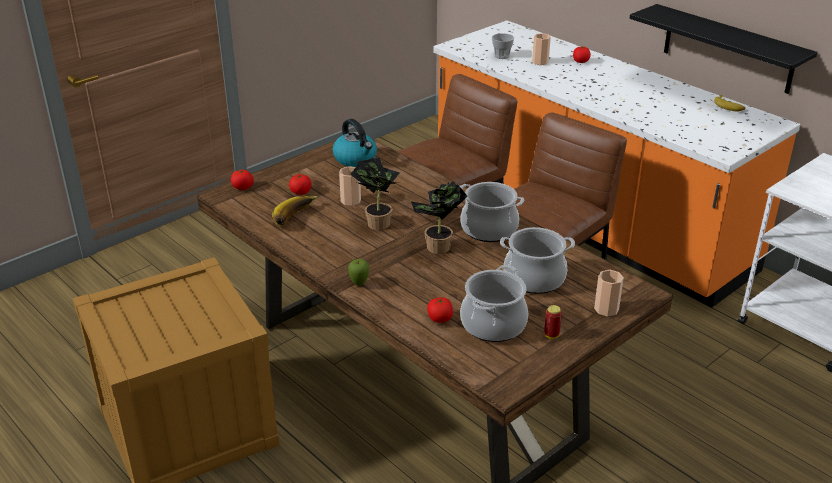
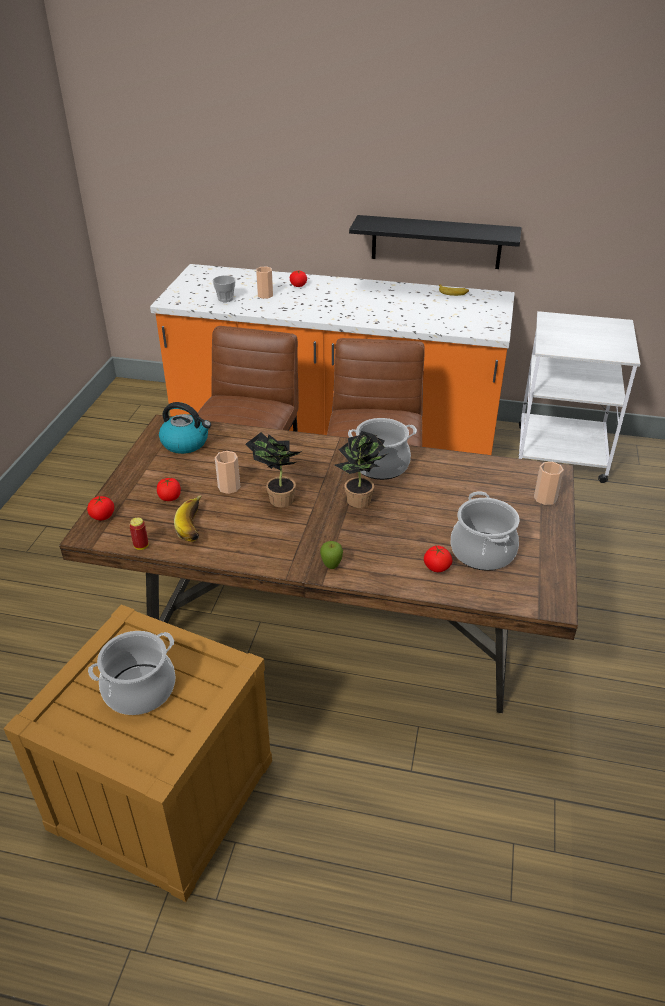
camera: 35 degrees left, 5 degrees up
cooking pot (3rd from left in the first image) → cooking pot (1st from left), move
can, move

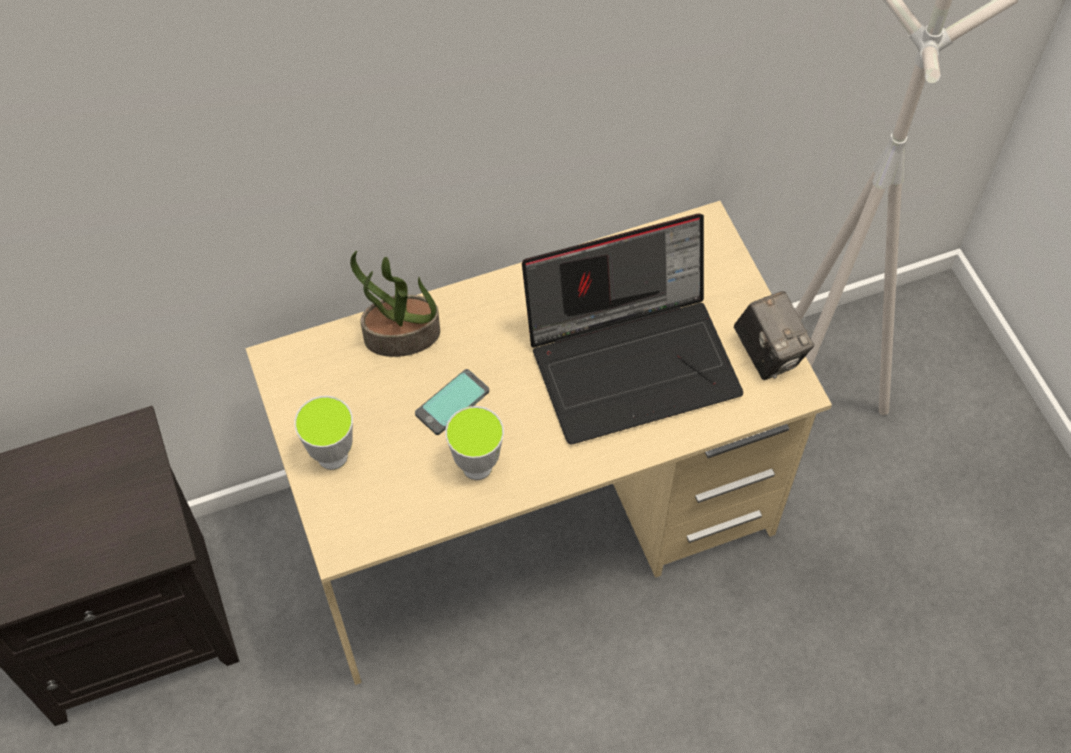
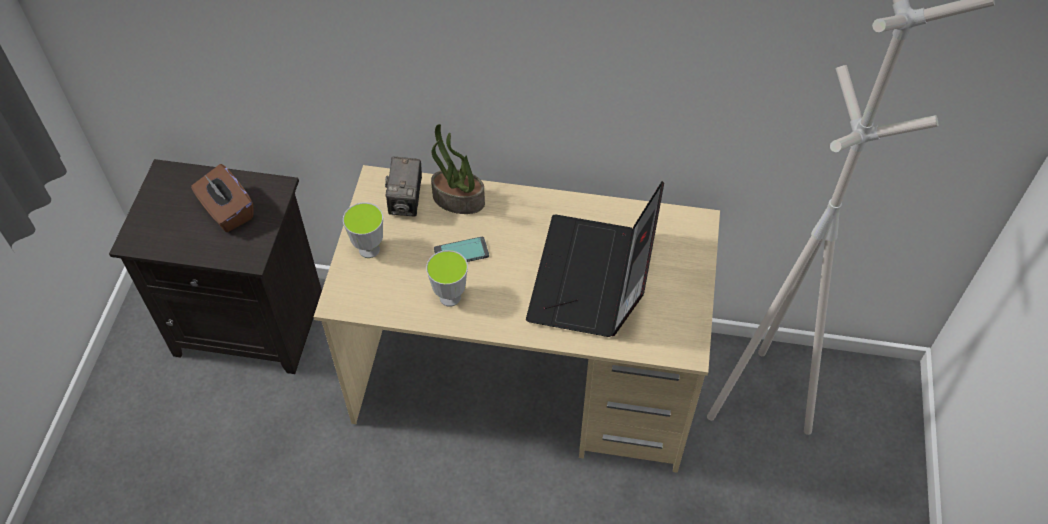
camera: 30 degrees right, 5 degrees down
- → brown tissue box
photo camera, move
laptop, 90 degrees clockwise

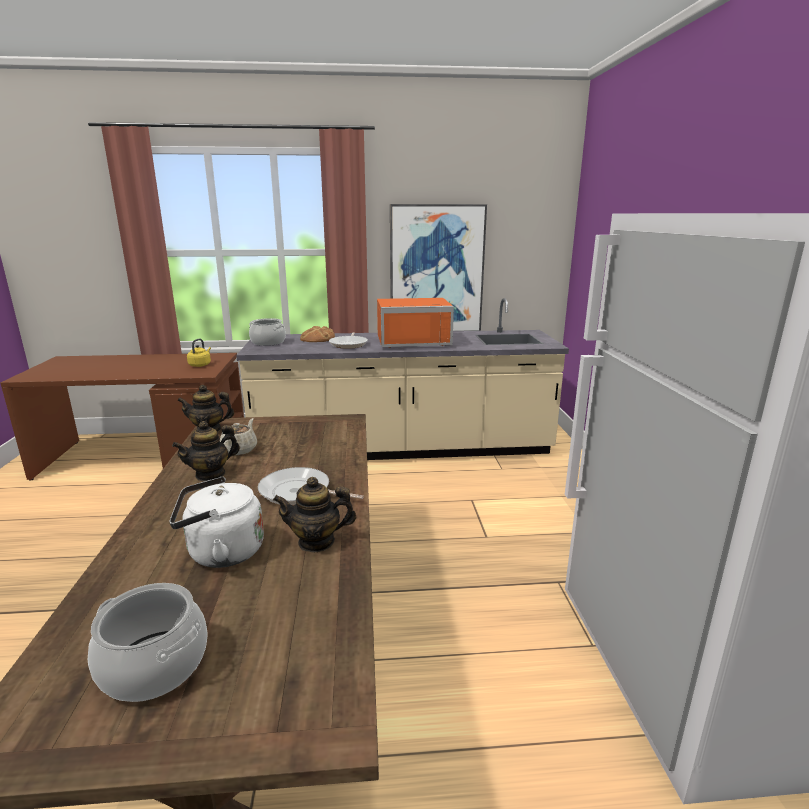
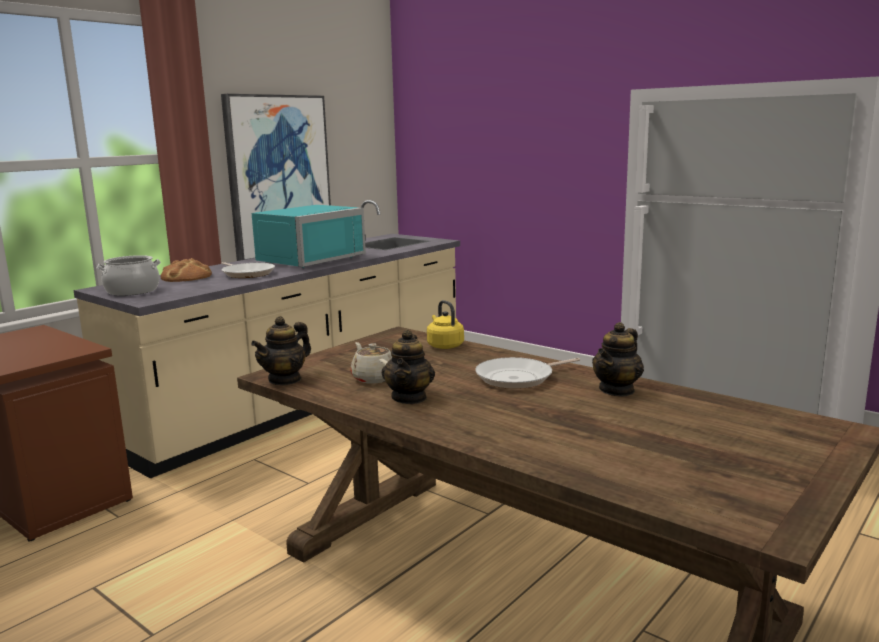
camera: 45 degrees left, 5 degrees down
cooking pot (1st from left) → -
white kettle → -
yellow kettle, move
orange microwave → turquoise microwave

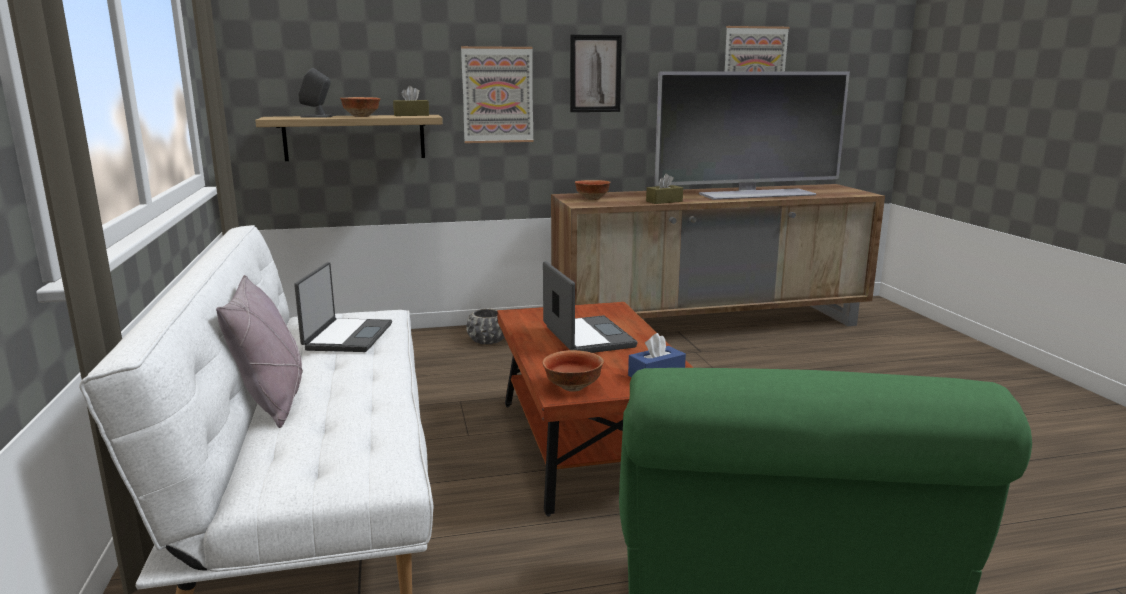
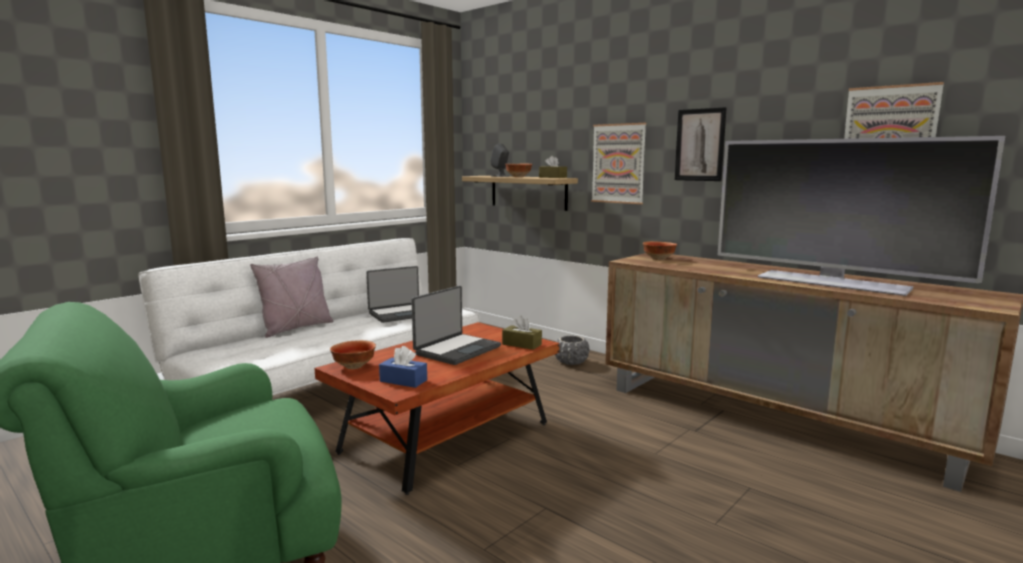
camera: 55 degrees right, 5 degrees down
brown tissue box (2nd from left in the first image) → brown tissue box (1st from left), move

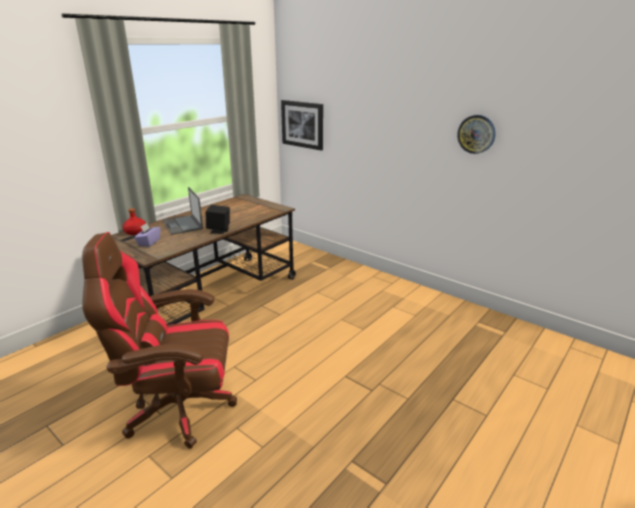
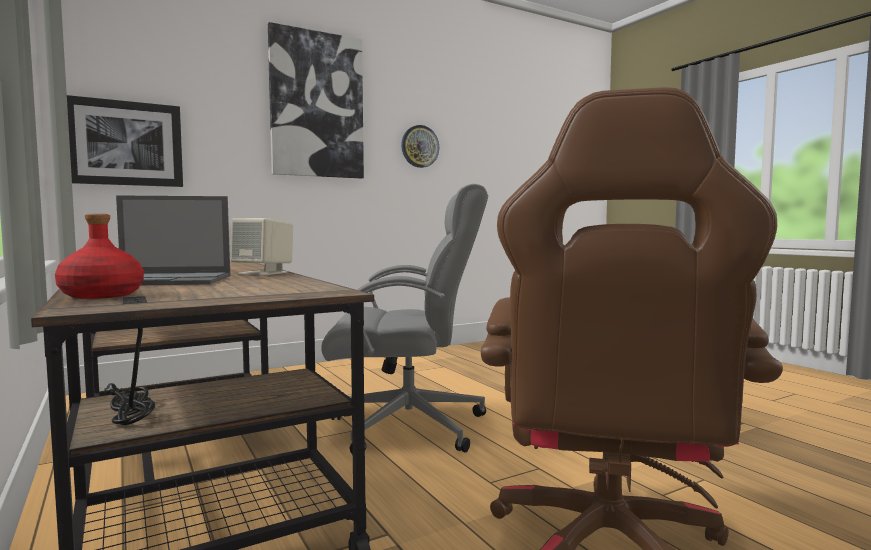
camera: 70 degrees left, 20 degrees down
purple tissue box → -
- → picture (2nd from left)
- → grey office chair
black speaker → beige speaker

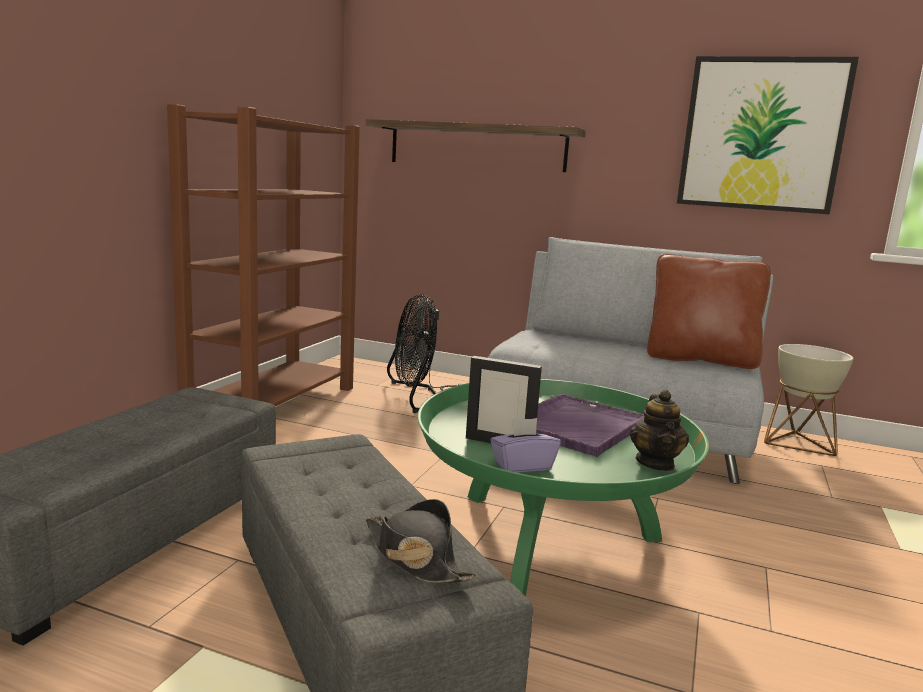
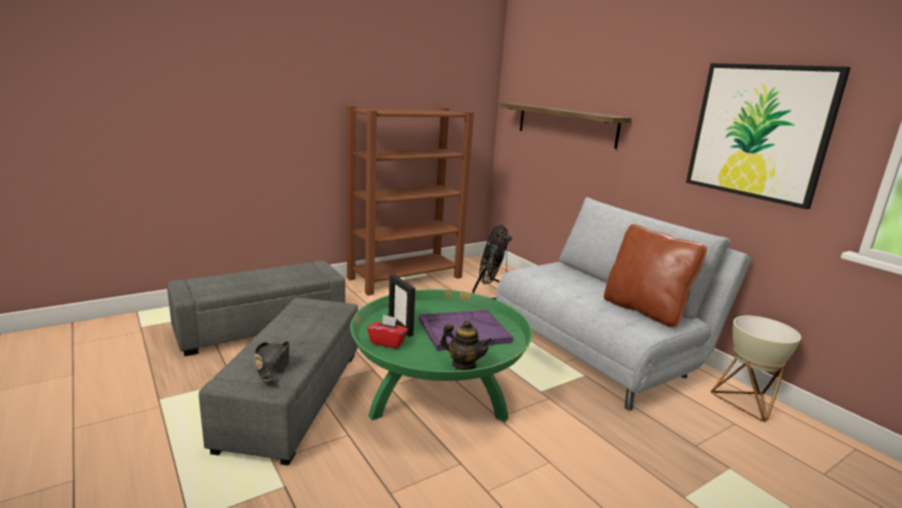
camera: 35 degrees right, 5 degrees up
purple tissue box → red tissue box
teapot, 105 degrees counterclockwise

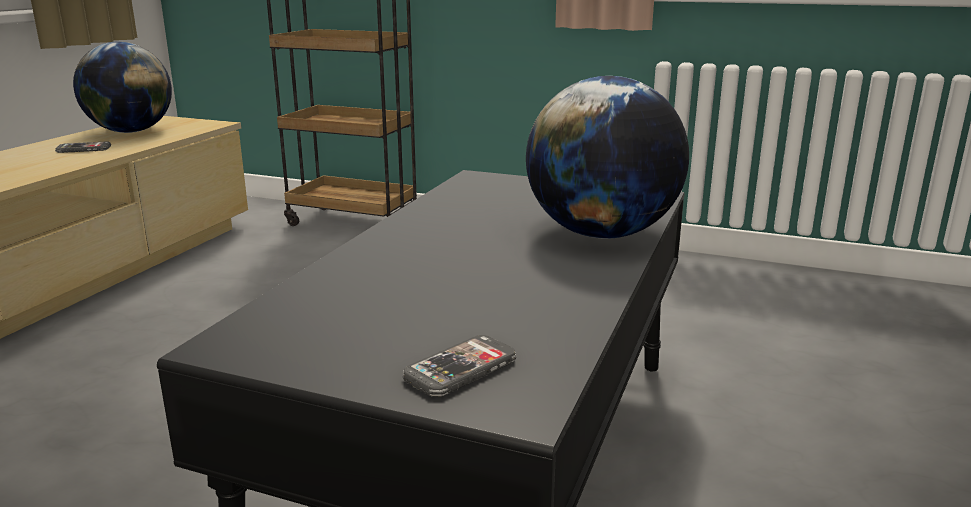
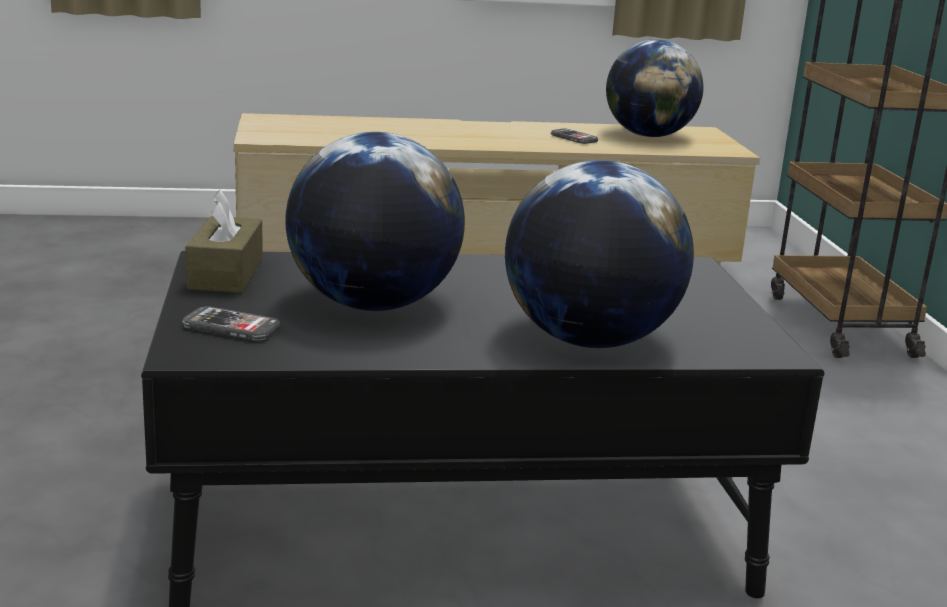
camera: 60 degrees right, 0 degrees up
- → brown tissue box
- → globe (1st from left)

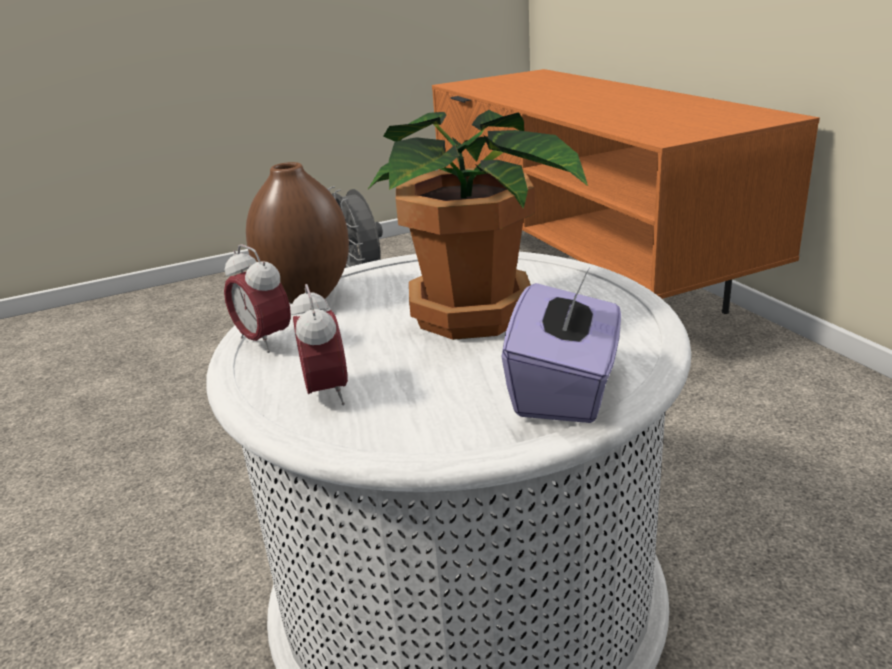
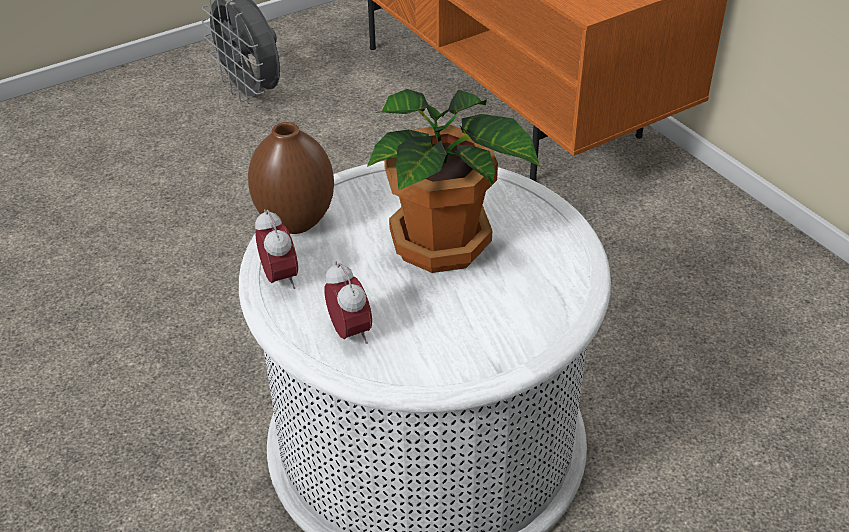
camera: 10 degrees left, 15 degrees up
purple tissue box → -
alarm clock (1st from left), 150 degrees counterclockwise

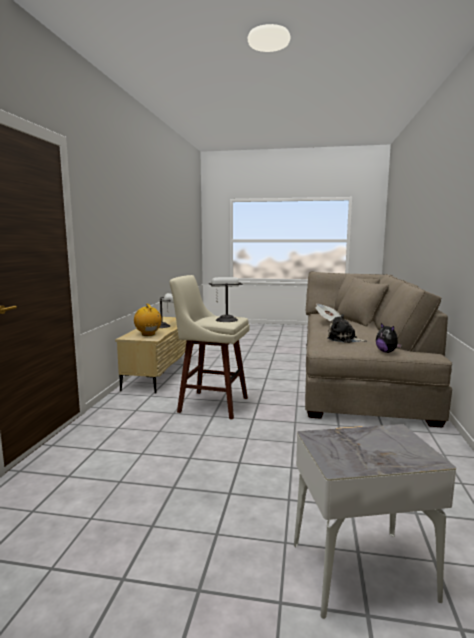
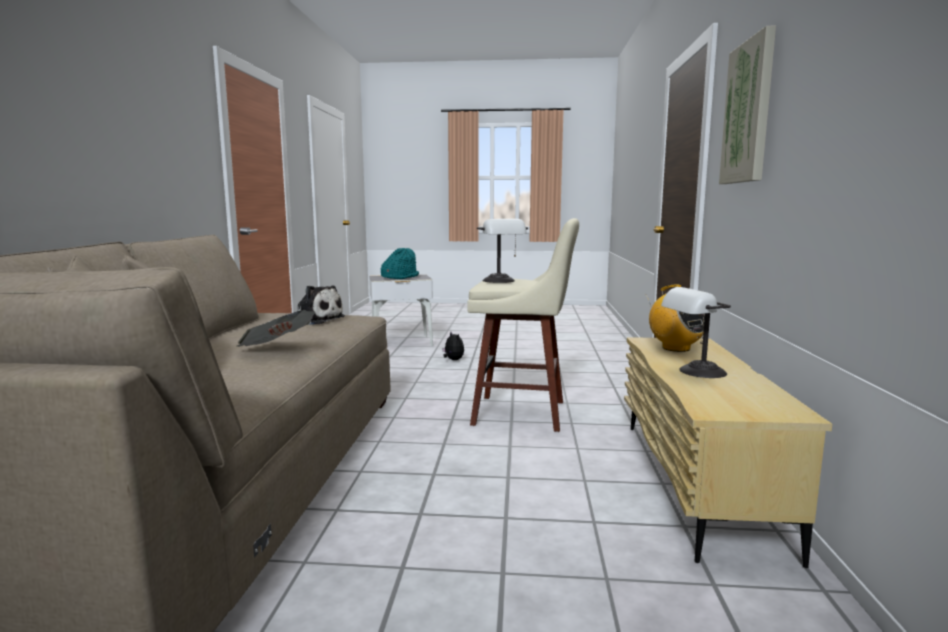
camera: 175 degrees right, 0 degrees up
- → turquoise hat
- → picture
plush toy (2nd from left), move

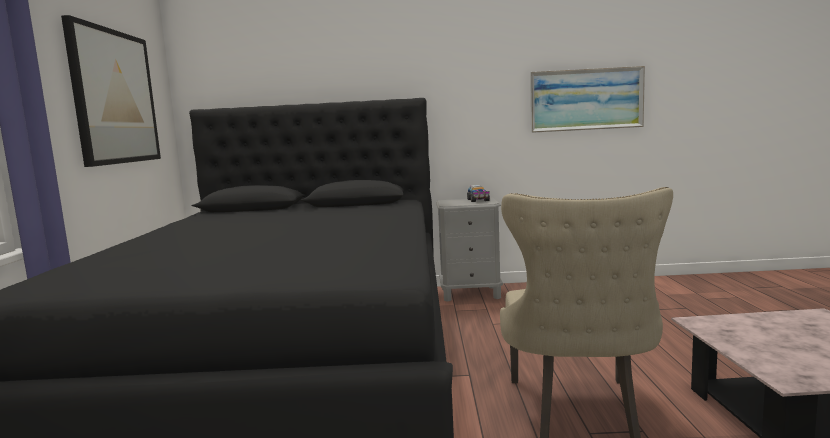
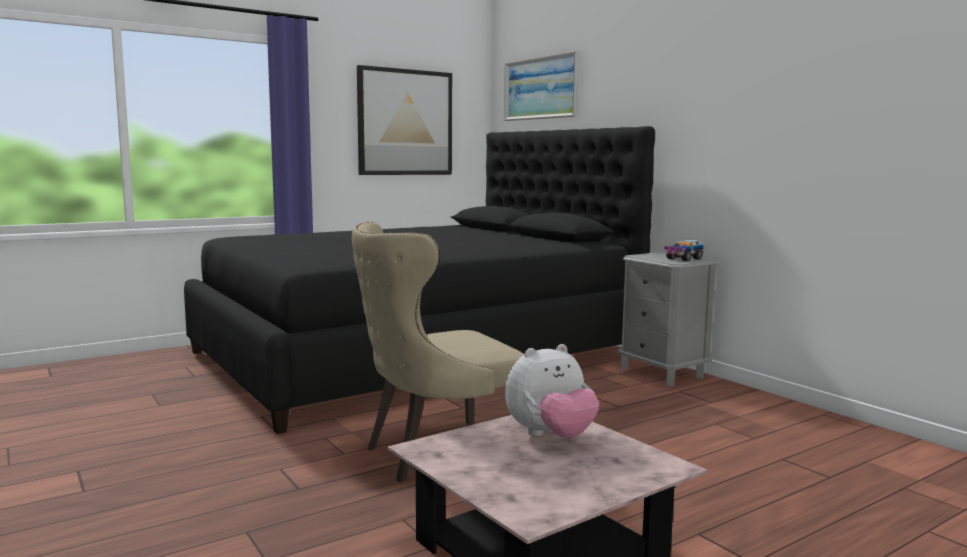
camera: 55 degrees right, 0 degrees up
- → plush toy
picture (2nd from left), move

